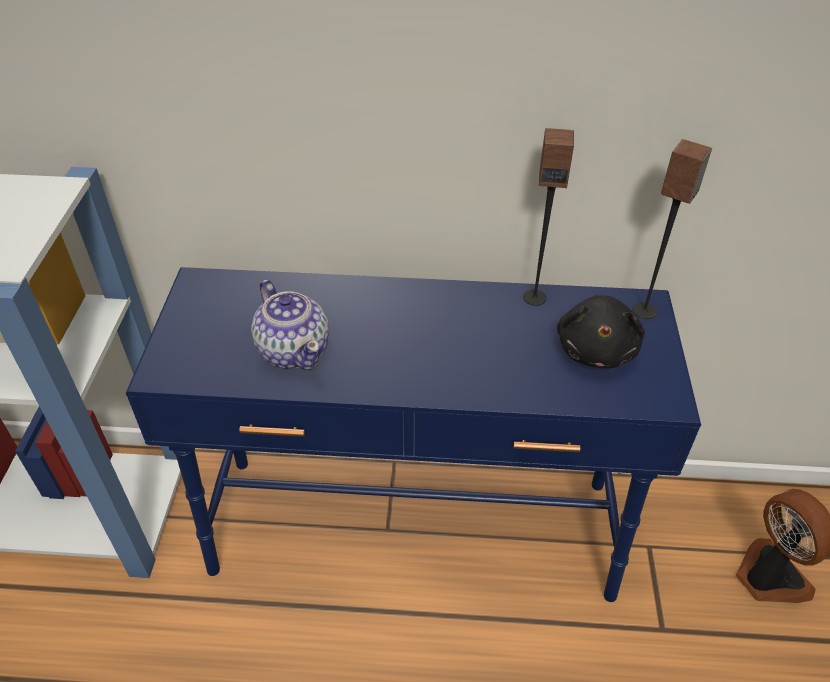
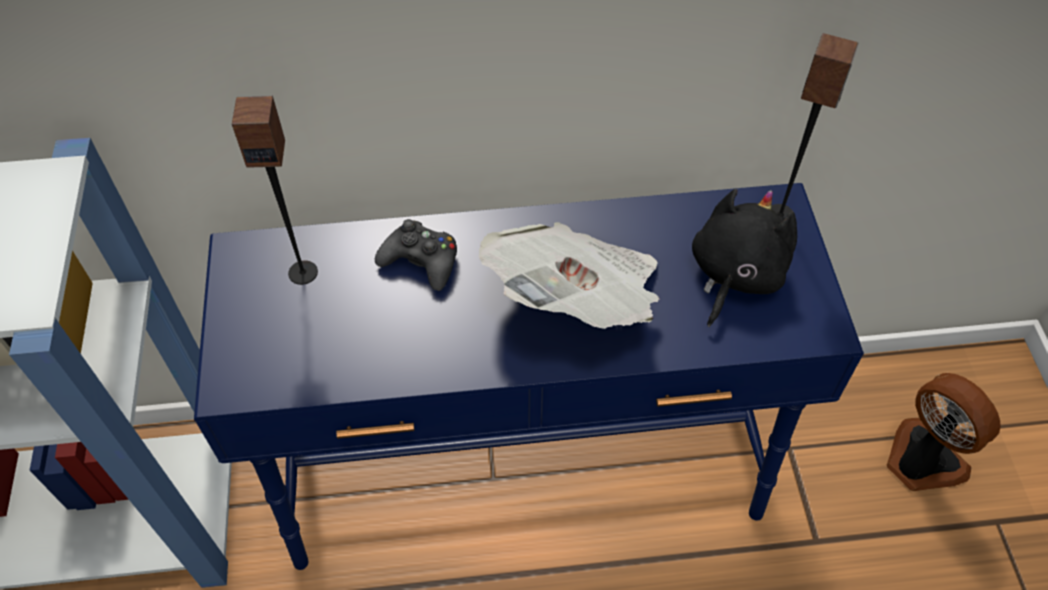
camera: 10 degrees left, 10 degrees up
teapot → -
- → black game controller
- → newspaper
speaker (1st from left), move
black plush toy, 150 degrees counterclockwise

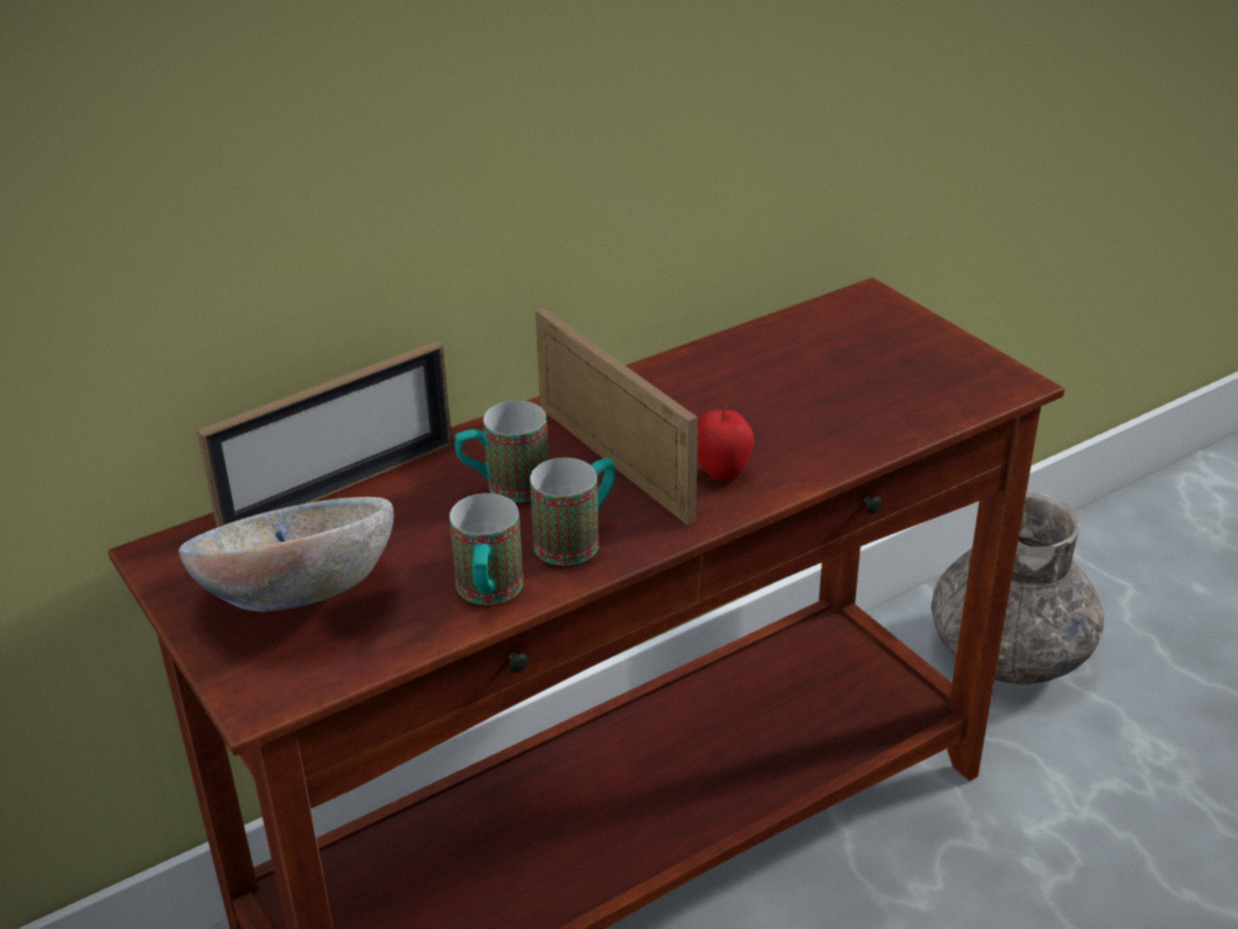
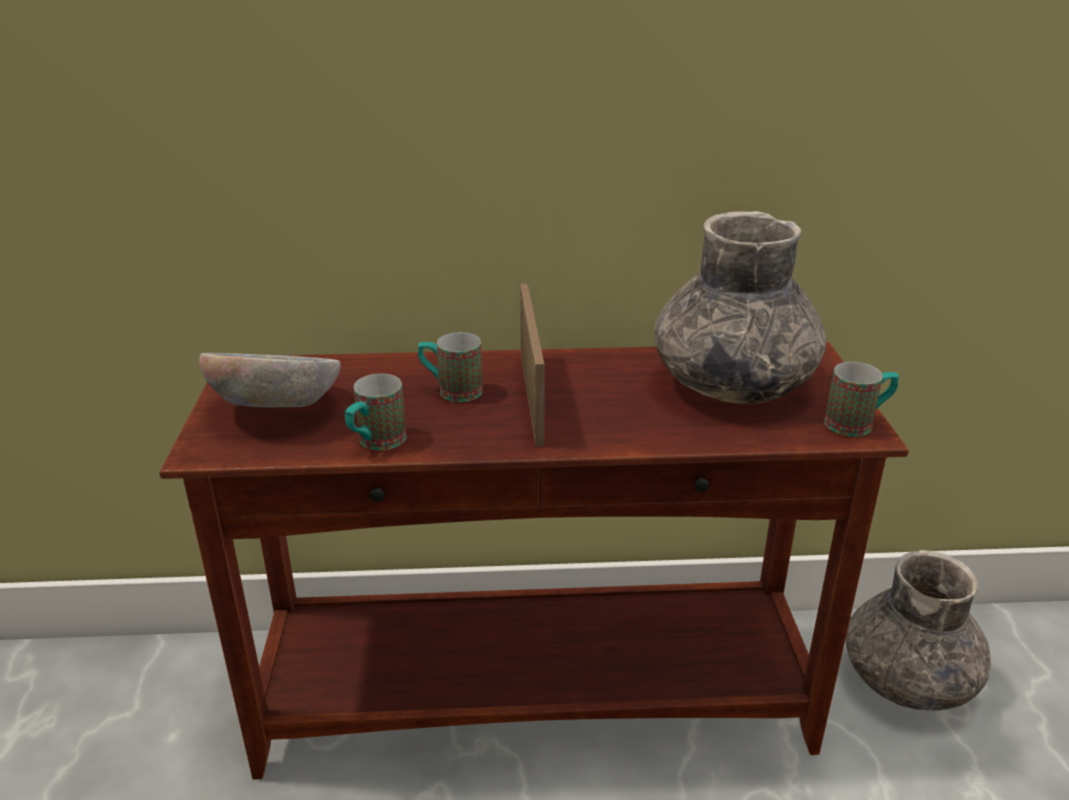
camera: 30 degrees right, 5 degrees down
picture frame (1st from left) → -
apple → -
- → grey vase (1st from left)
mug (3rd from left), move

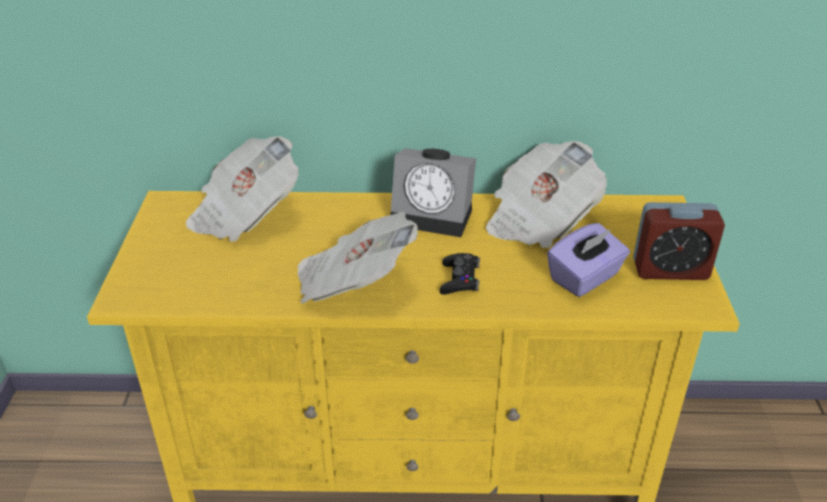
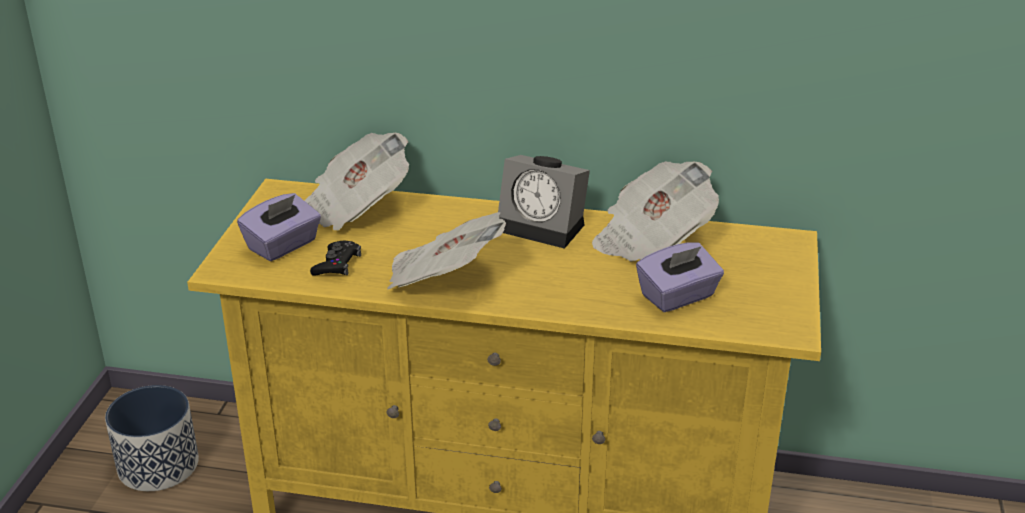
camera: 10 degrees right, 5 degrees down
alarm clock (2nd from left) → -
- → planter
- → purple tissue box (1st from left)
black game controller, move

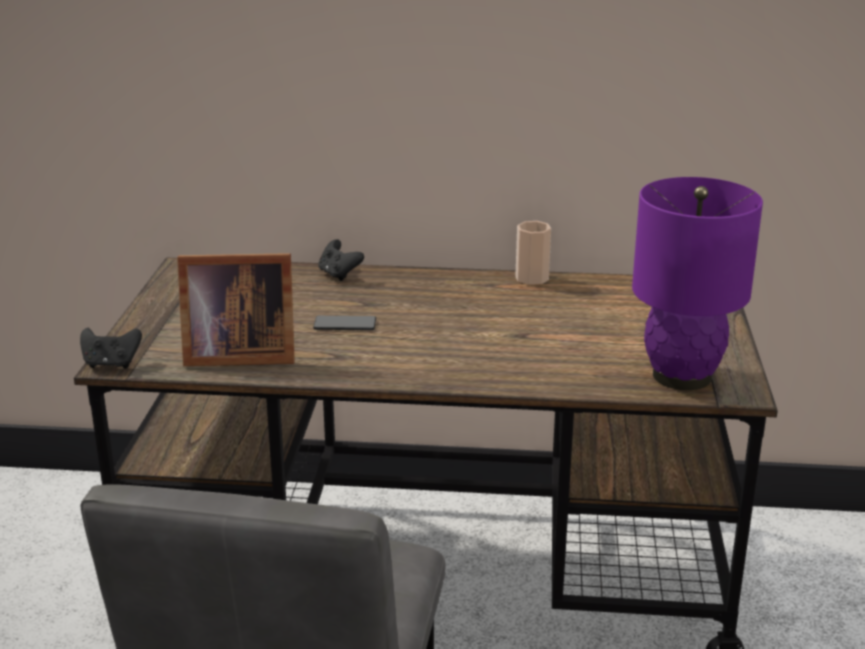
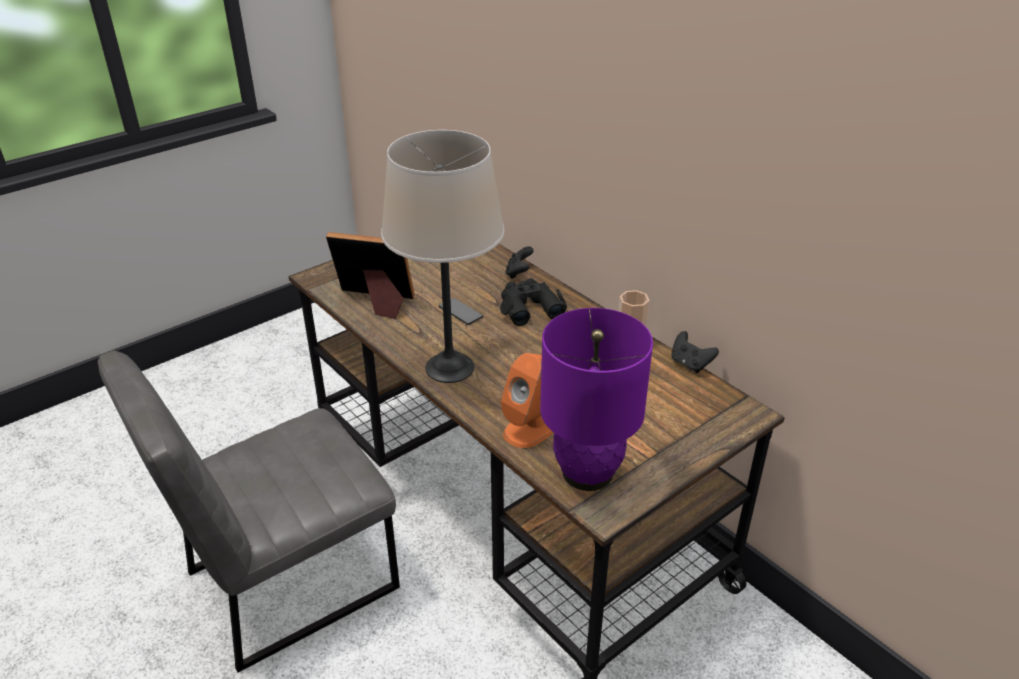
camera: 45 degrees right, 10 degrees up
- → beige table lamp
- → black binoculars
- → orange speaker
black game controller (1st from left in the first image) → black game controller (2nd from left), move
picture frame, 150 degrees clockwise

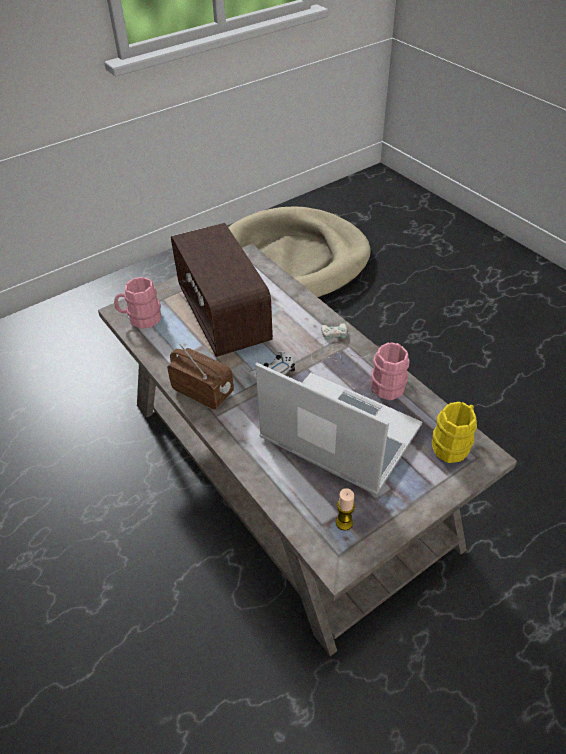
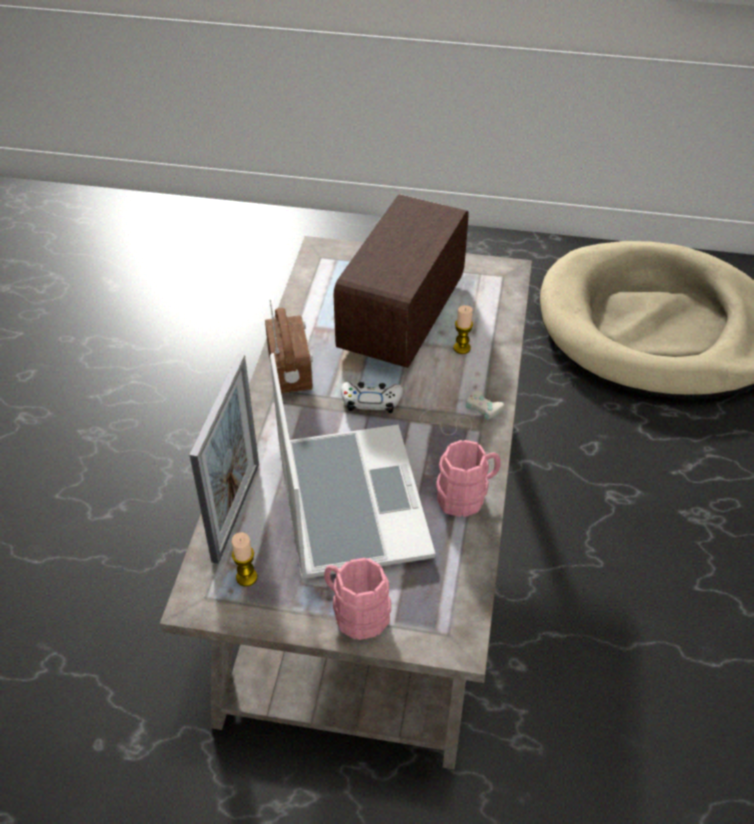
camera: 45 degrees right, 0 degrees up
yellow mug → -
- → picture frame
- → candle (2nd from left)
pink mug (1st from left), move

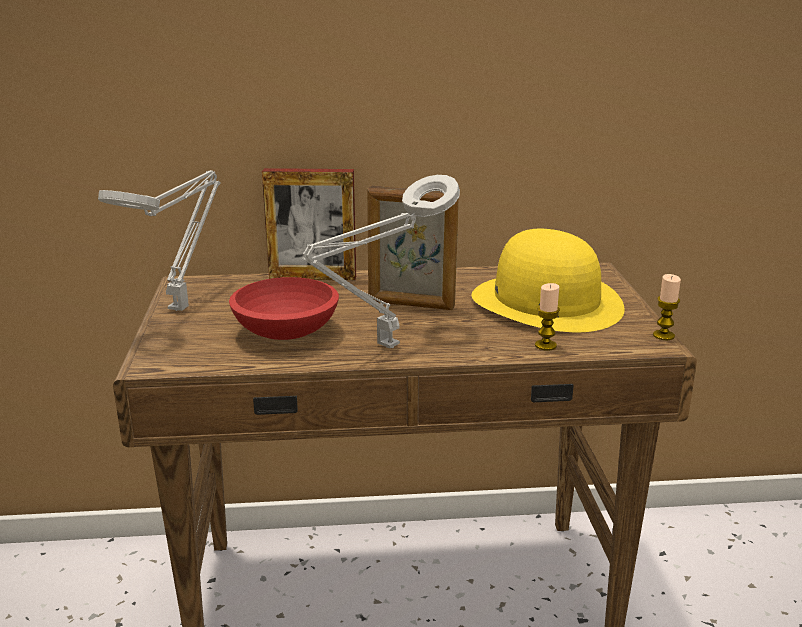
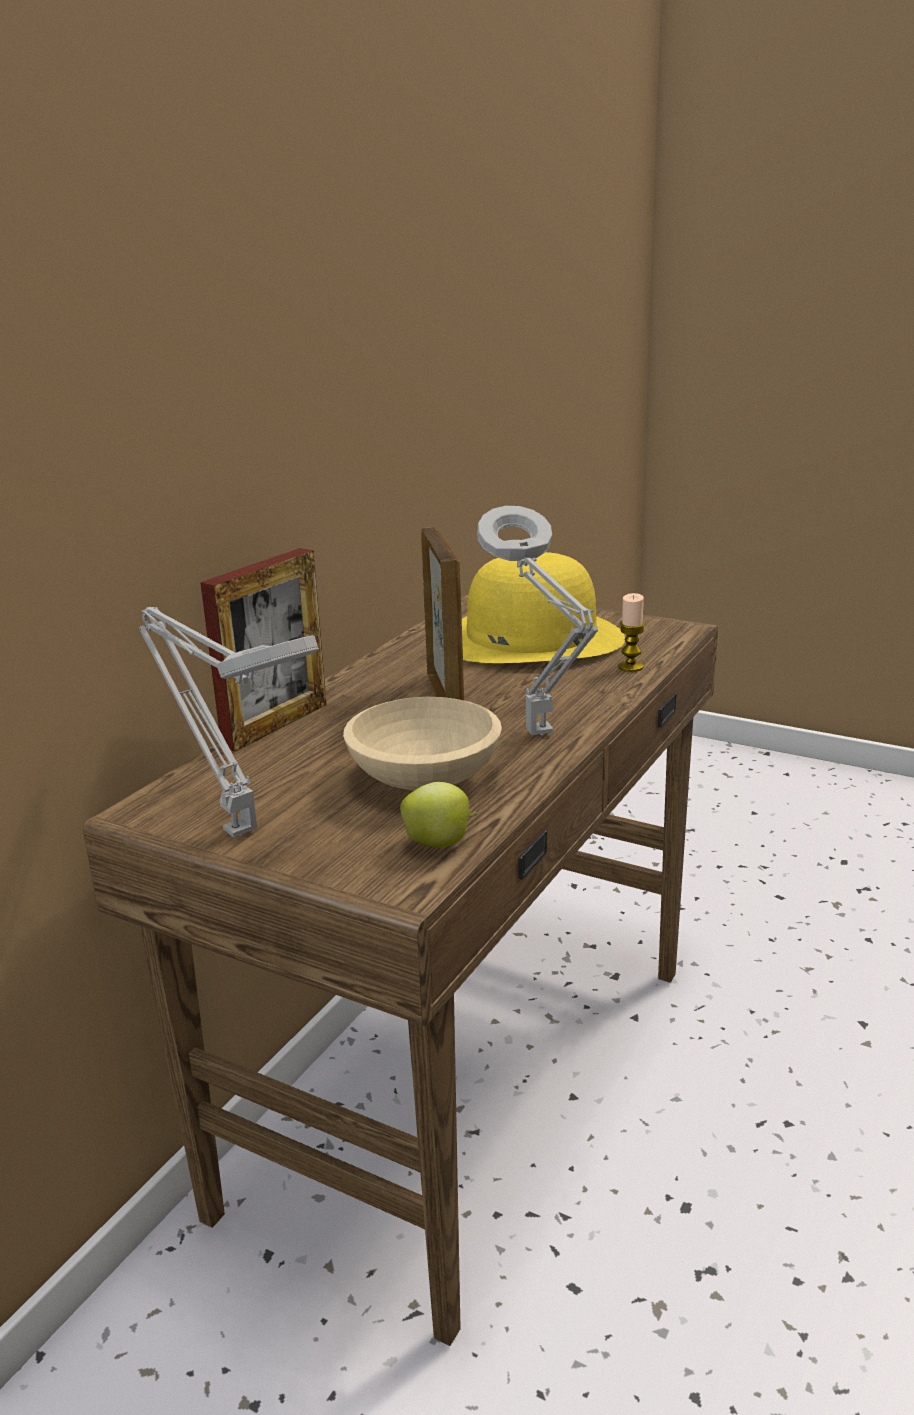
camera: 55 degrees left, 0 degrees up
candle (2nd from left) → -
- → apple
red bowl → beige bowl
picture frame (2nd from left), 60 degrees counterclockwise

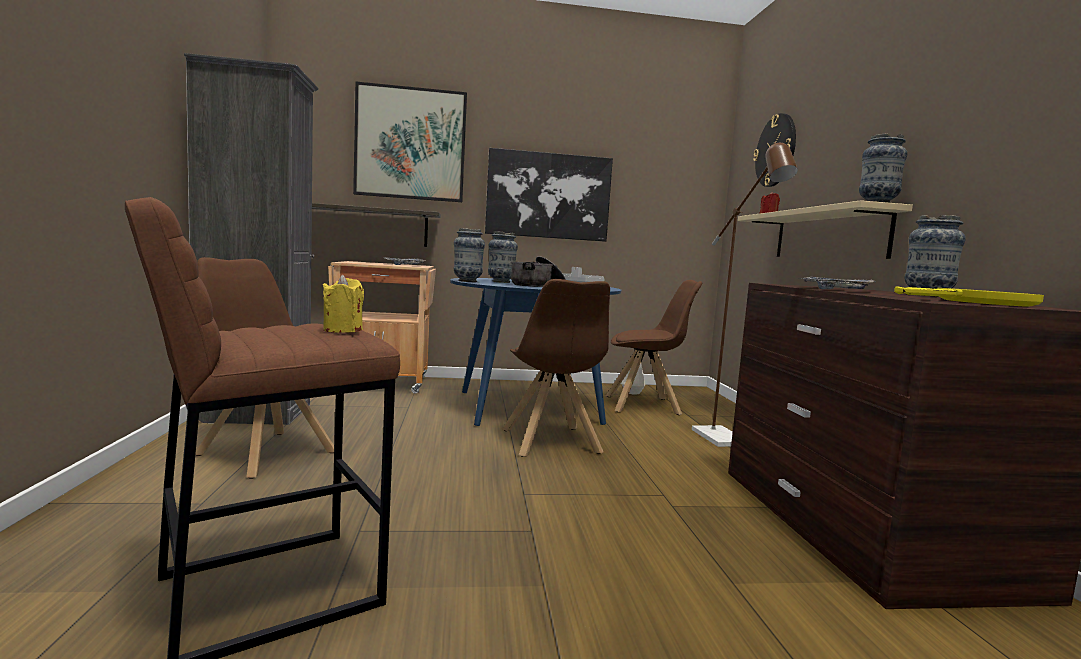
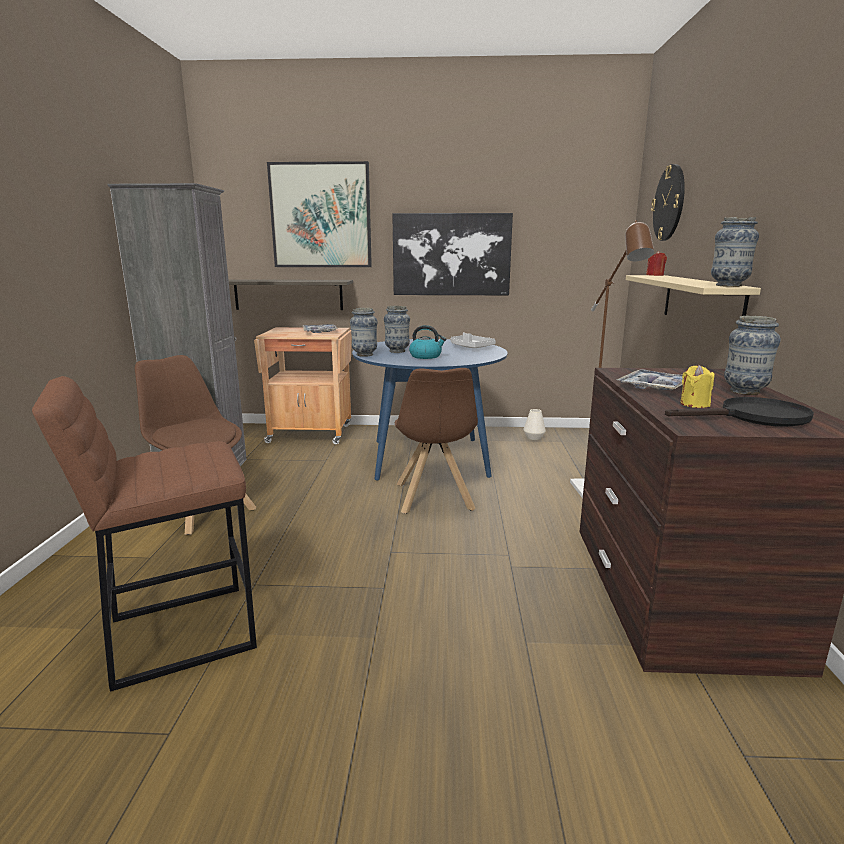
camera: 10 degrees right, 10 degrees up
brown chair (3rd from left) → -
yellow candle, move
cooking pot → kettle
yellow frying pan → black frying pan

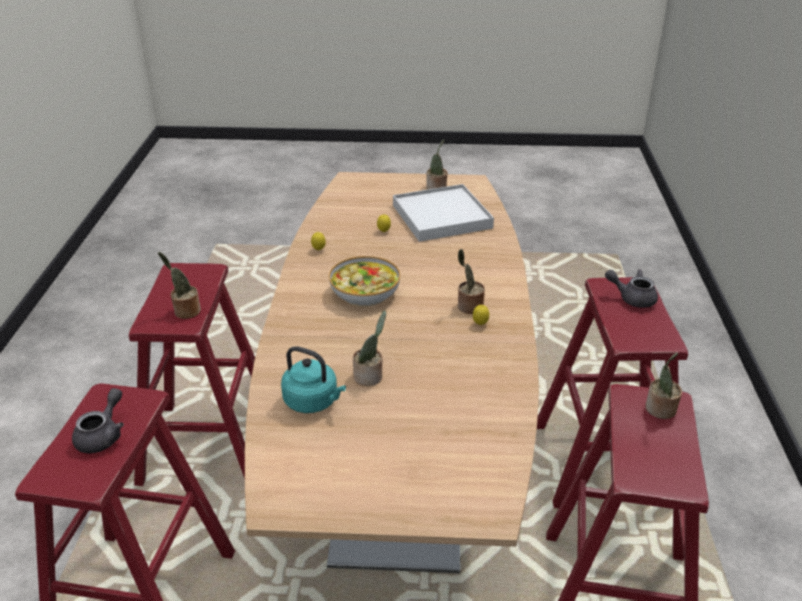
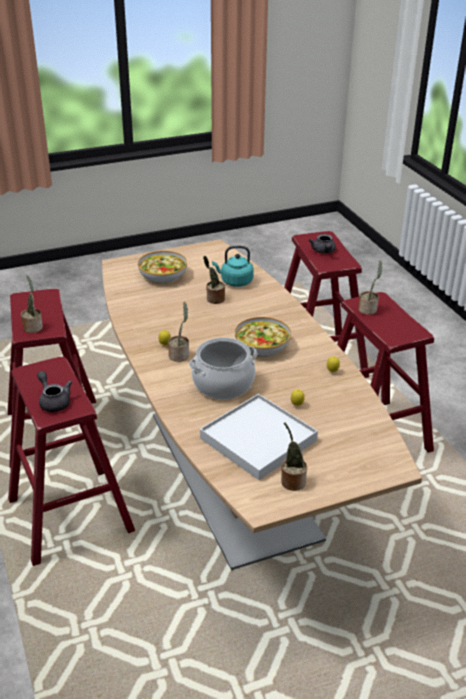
camera: 155 degrees right, 0 degrees up
- → bowl (1st from left)
- → cooking pot
grey teapot (2nd from left in the first image) → grey teapot (1st from left), 120 degrees counterclockwise

